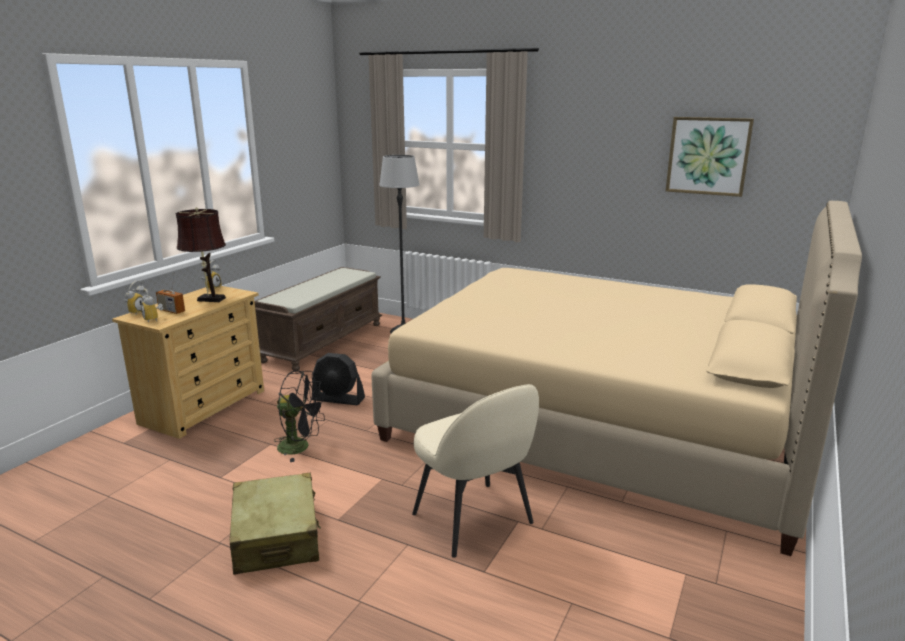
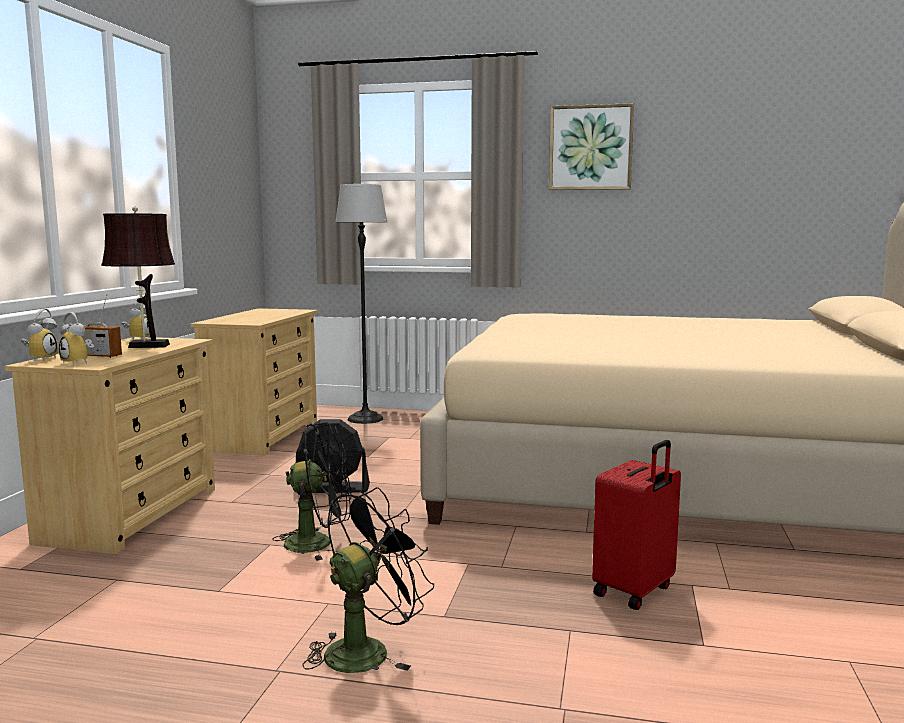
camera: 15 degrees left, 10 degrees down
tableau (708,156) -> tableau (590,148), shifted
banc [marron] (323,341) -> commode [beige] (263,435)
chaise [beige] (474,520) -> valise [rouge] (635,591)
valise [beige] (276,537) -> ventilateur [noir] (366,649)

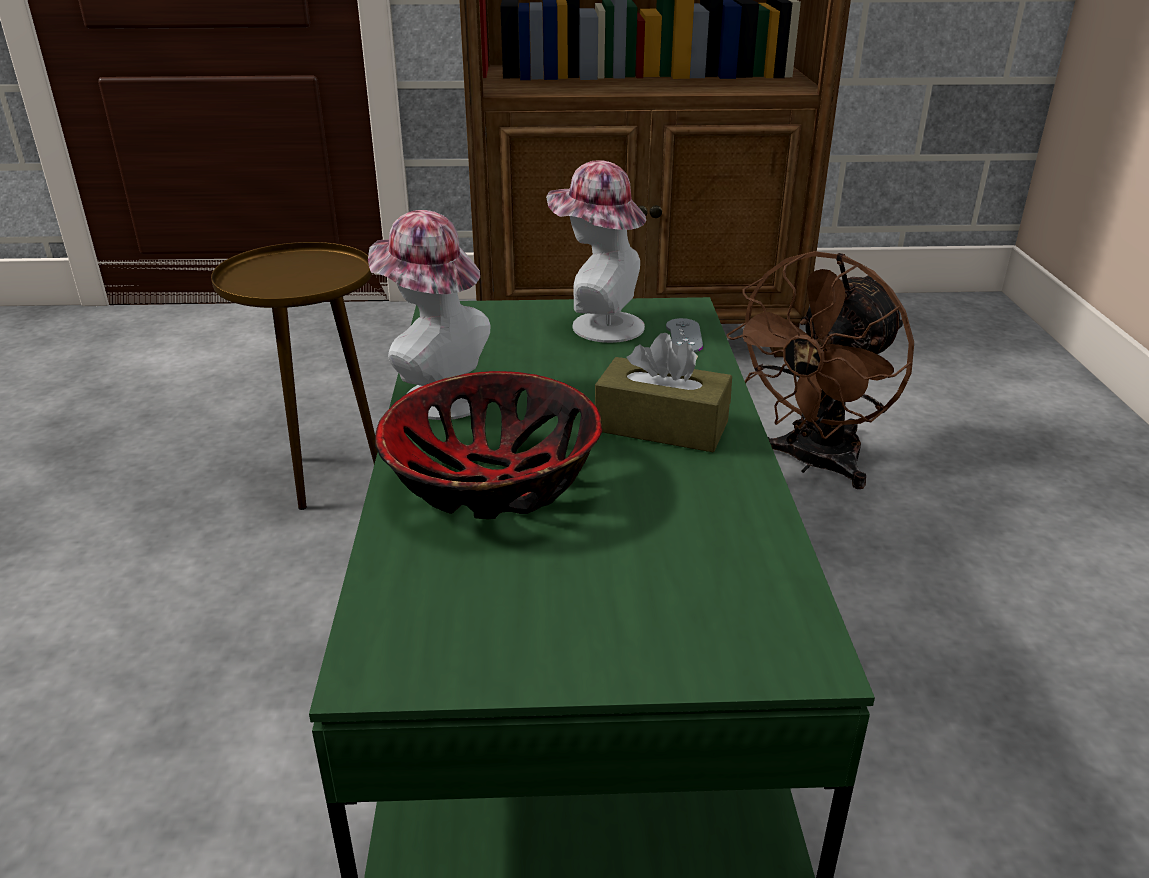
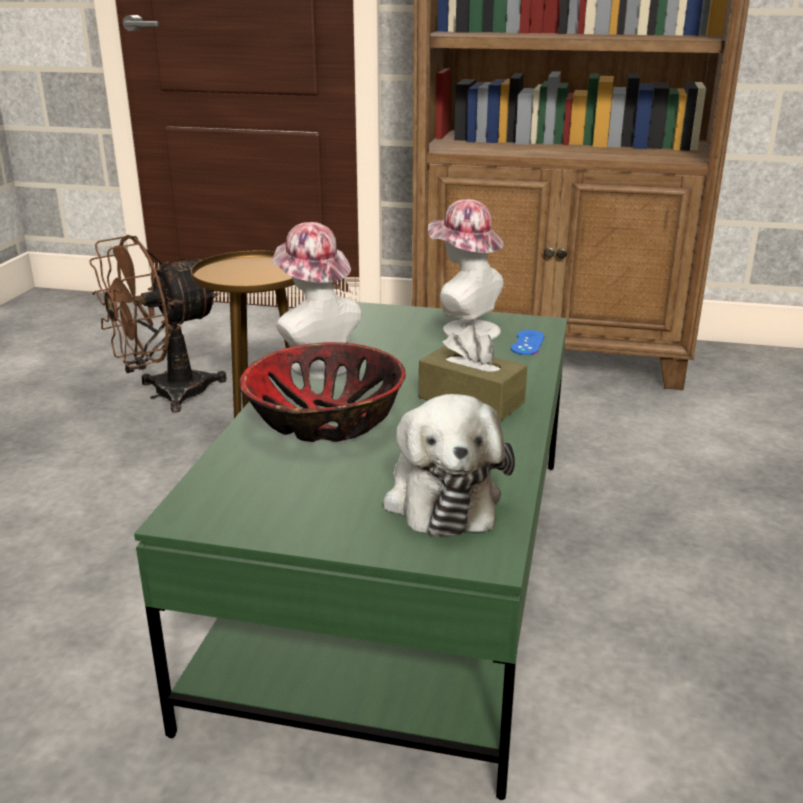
camera: 15 degrees right, 5 degrees down
ventilateur [marron] (813,463) -> ventilateur [marron] (166,395), shifted
manette [gris] (684,336) -> manette [bleu] (527,343)
none -> peluche (441,497)

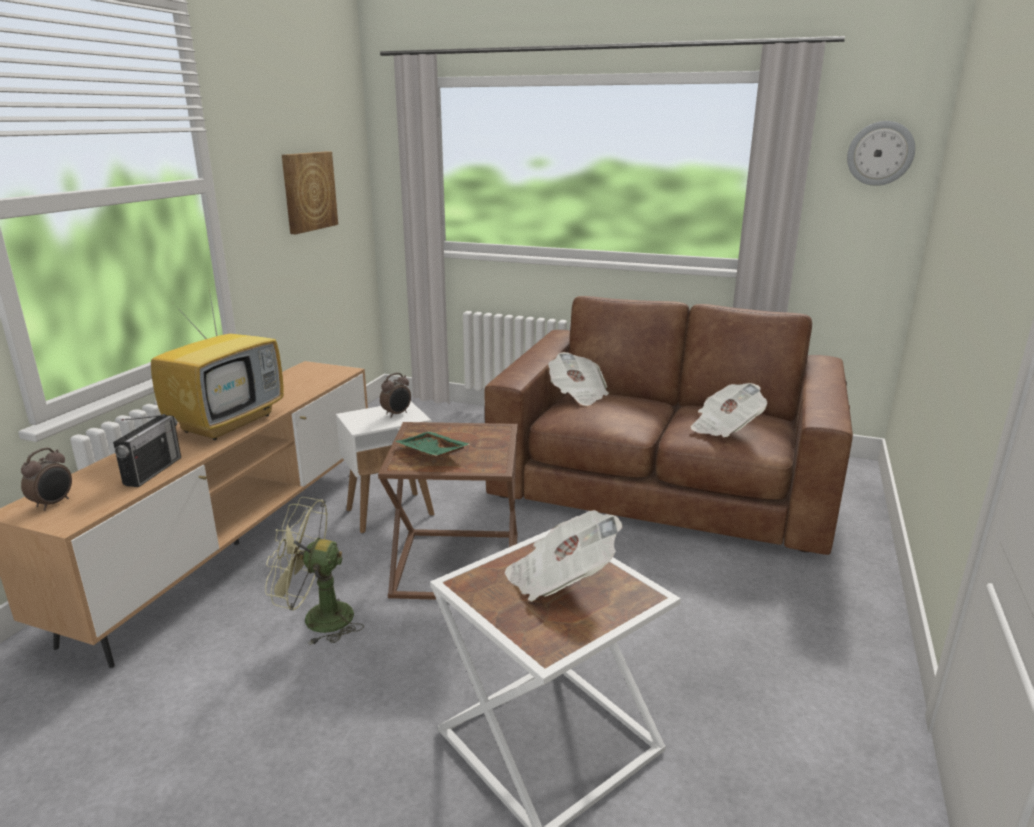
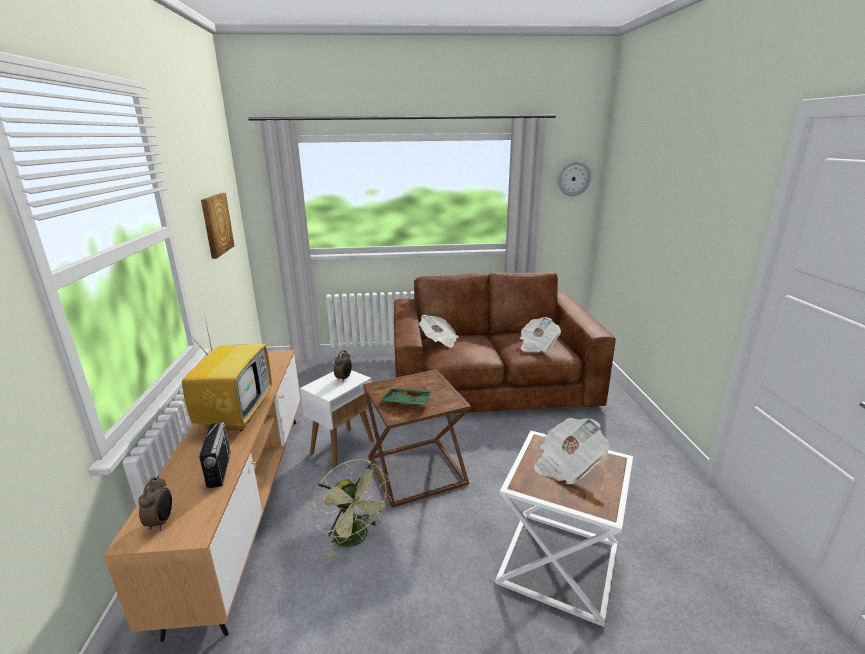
camera: 25 degrees left, 0 degrees up
ventilateur [vert] (317,619) -> ventilateur [vert] (355,539), 105 degrees counterclockwise

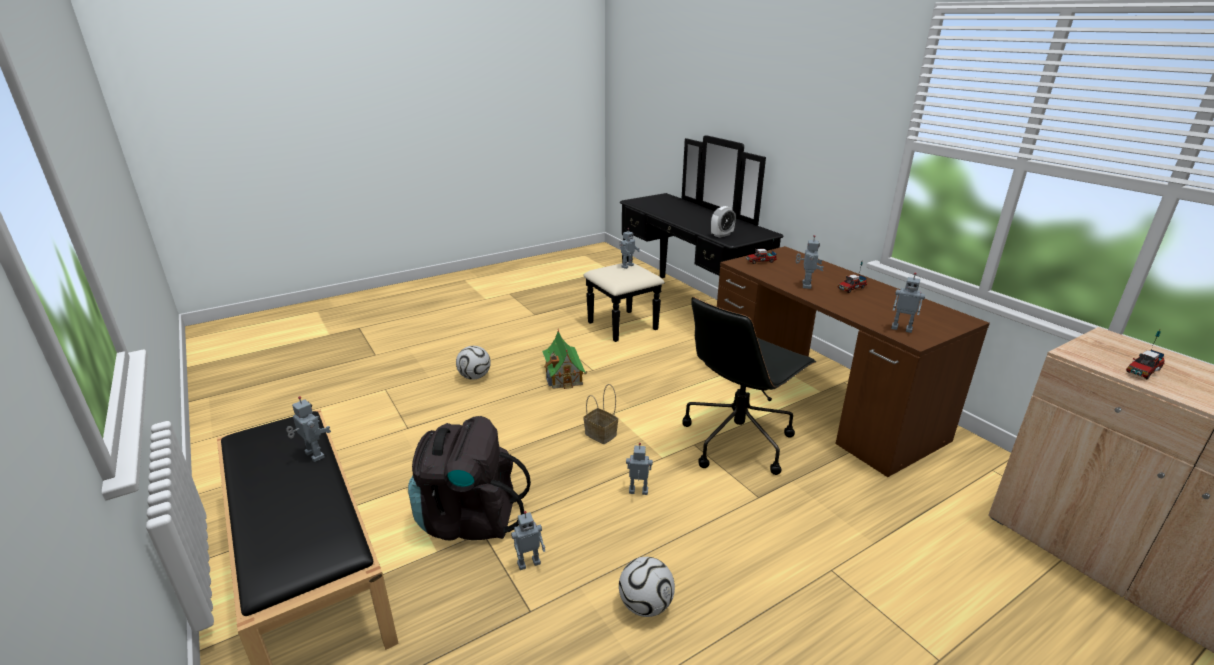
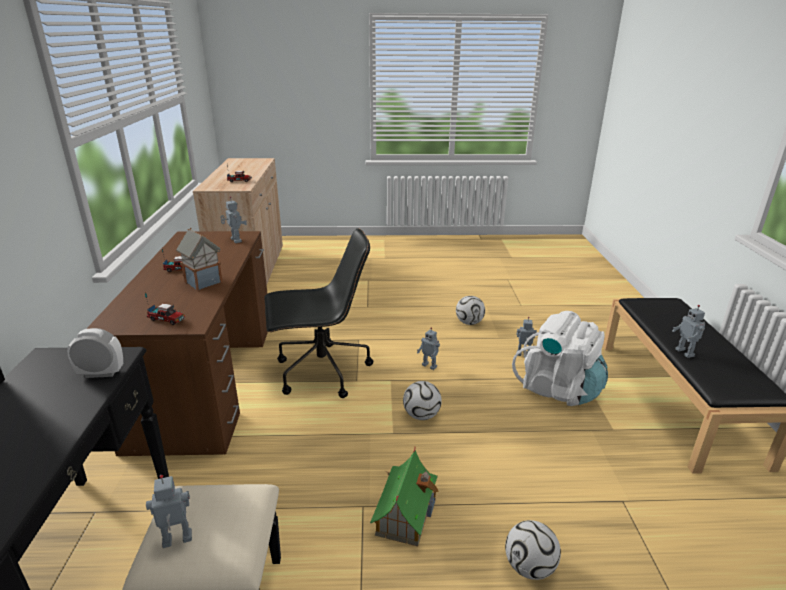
camera: 150 degrees left, 0 degrees up
robot jouet (805,285) -> maison miniature (204,282)
panier (602,434) -> ballon de foot (421,415)
sac à dos [noir] (469,519) -> sac à dos [blanc] (558,389)

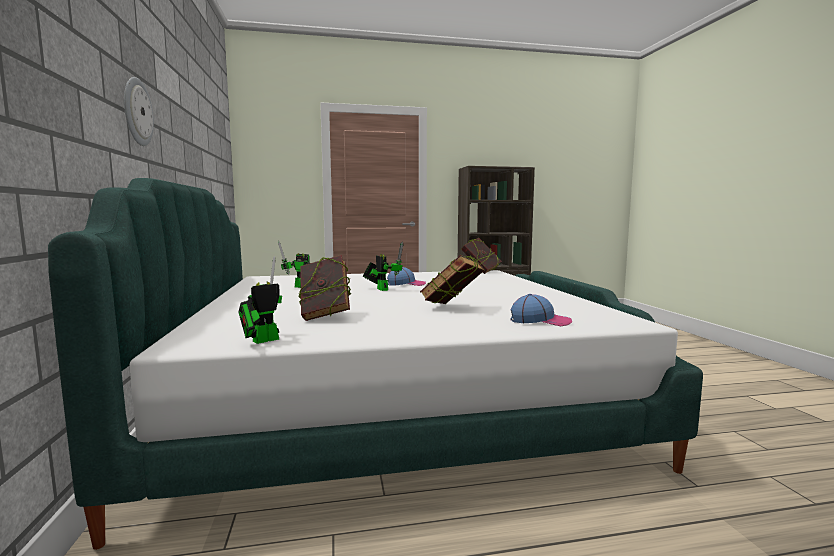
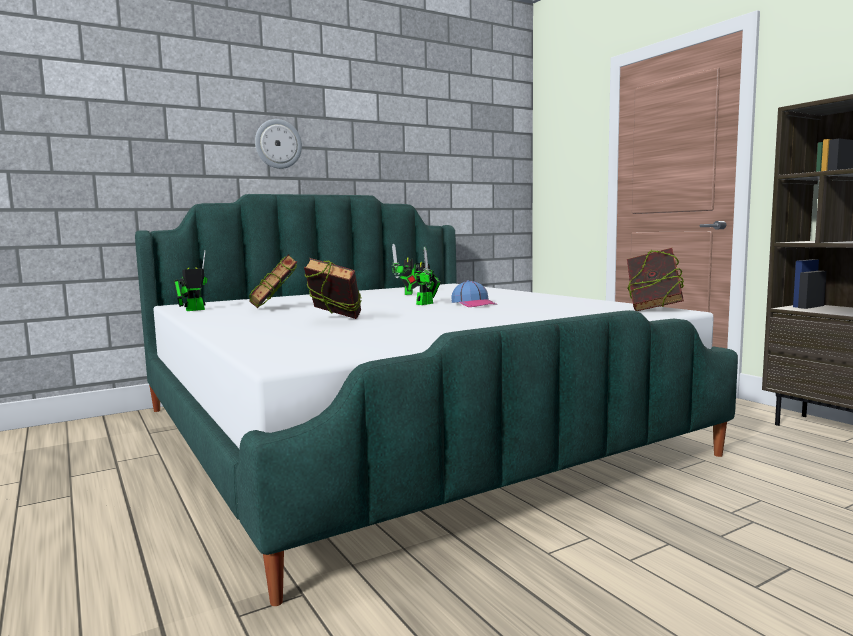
camera: 70 degrees right, 0 degrees up
robot jouet (261,341) -> robot jouet (192,310), 60 degrees counterclockwise
casquette (540,321) -> none

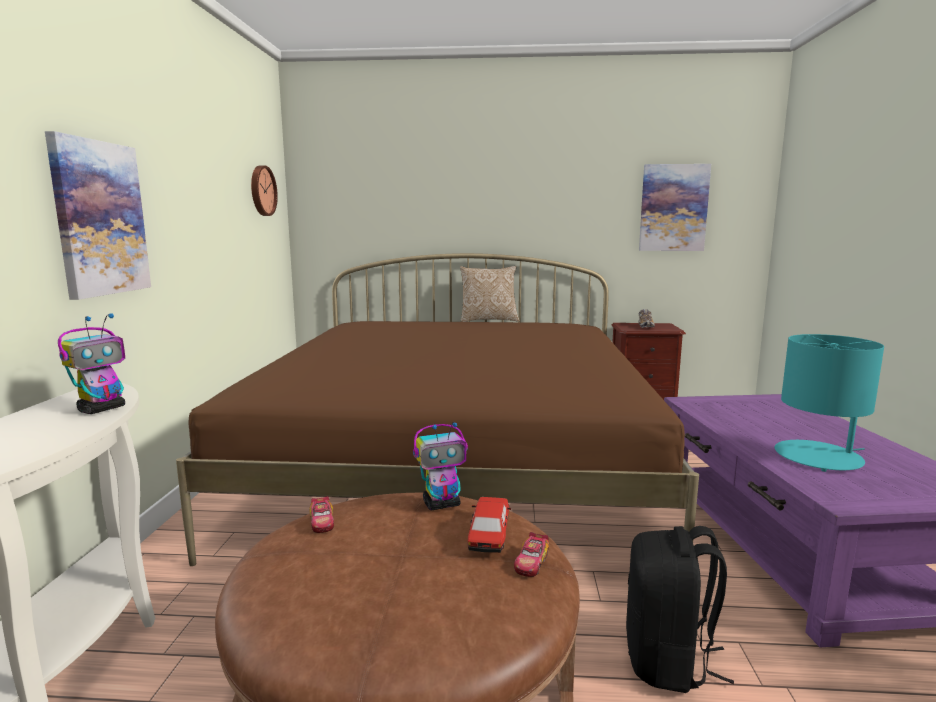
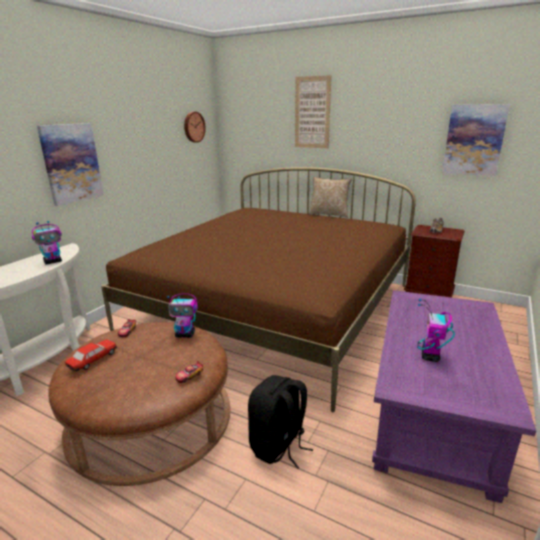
camera: 25 degrees right, 10 degrees up
lampe de table [turquoise] (819,457) -> robot jouet (430,356)
petite voiture (489,534) -> petite voiture (93,360), shifted
none -> tableau (312,112)

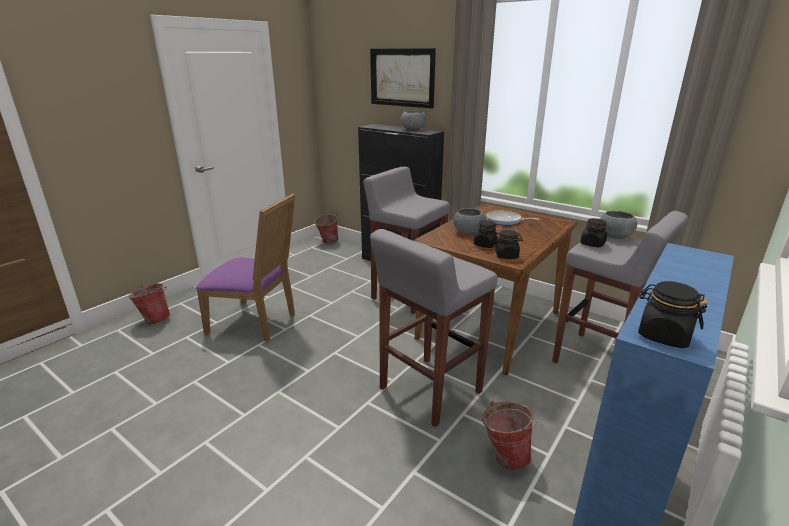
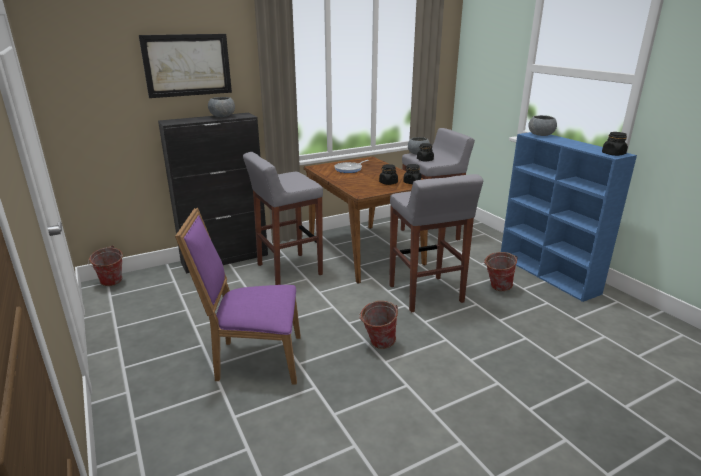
camera: 65 degrees left, 0 degrees up
chaise [violet] (257,323) -> chaise [violet] (254,359), 135 degrees counterclockwise
bol [gris] (468,232) -> bol [gris] (540,135), shifted
seau (155,319) -> seau (378,344), shifted

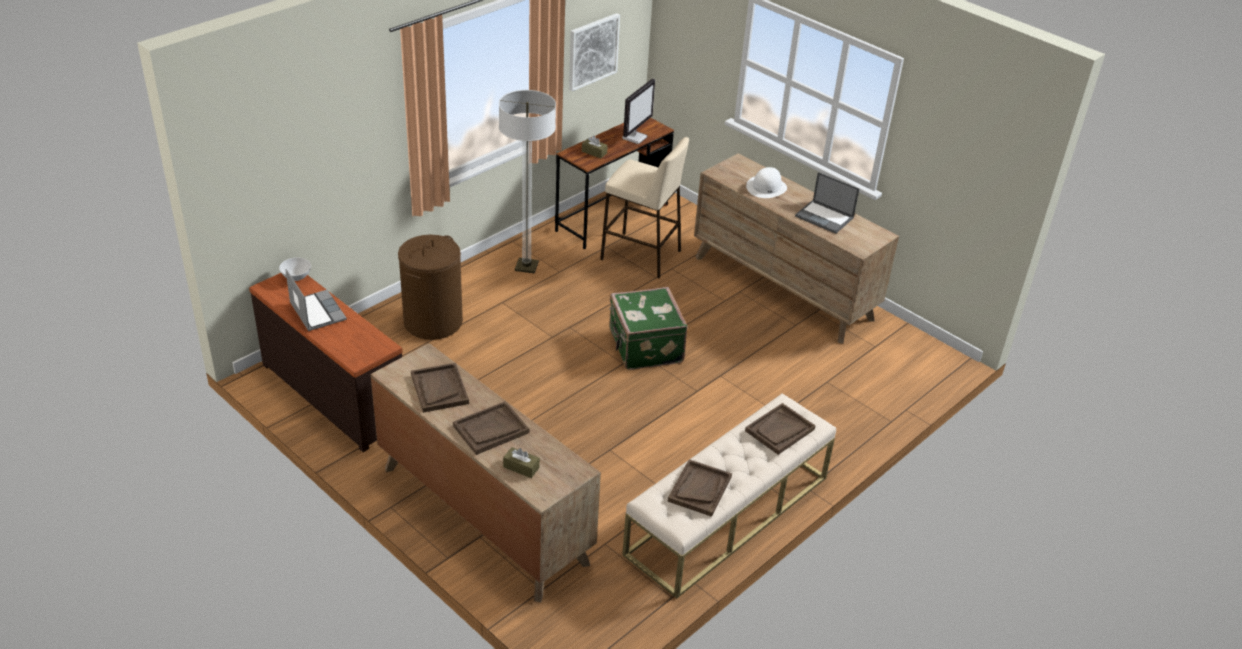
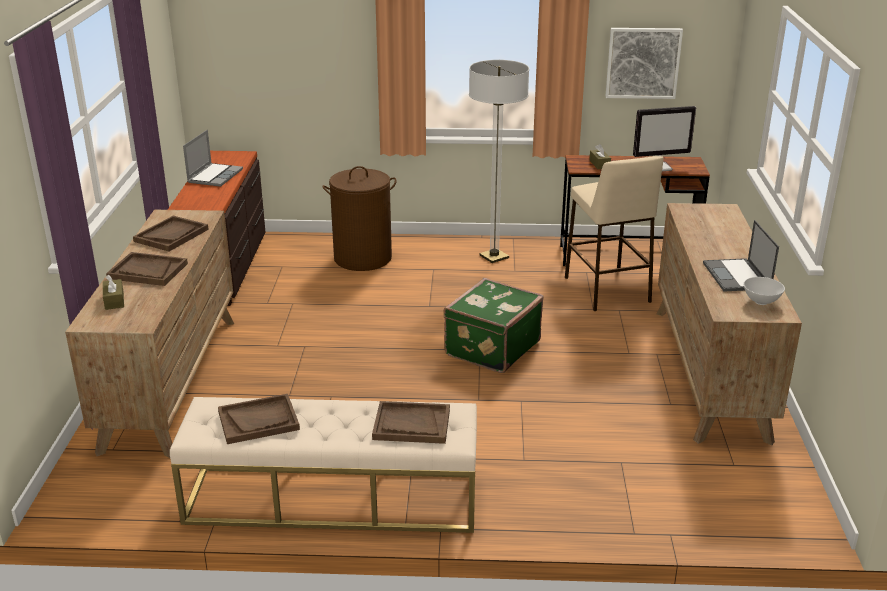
camera: 50 degrees right, 10 degrees down
chapeau [blanc] (766,187) -> none
bol [blanc] (297,278) -> bol [blanc] (761,302), shifted

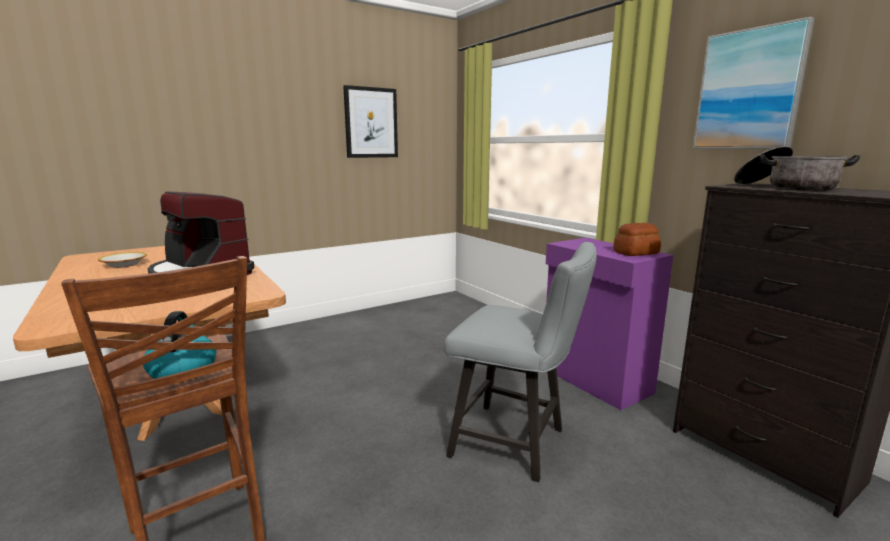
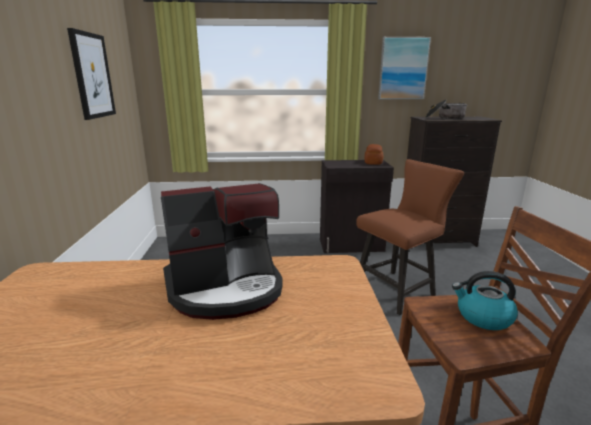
camera: 60 degrees left, 5 degrees up
meuble de rangement [violet] (595,381) -> meuble de rangement [noir] (352,245)
chaise [gris] (516,444) -> chaise [marron] (398,289)
bol (124,265) -> none

